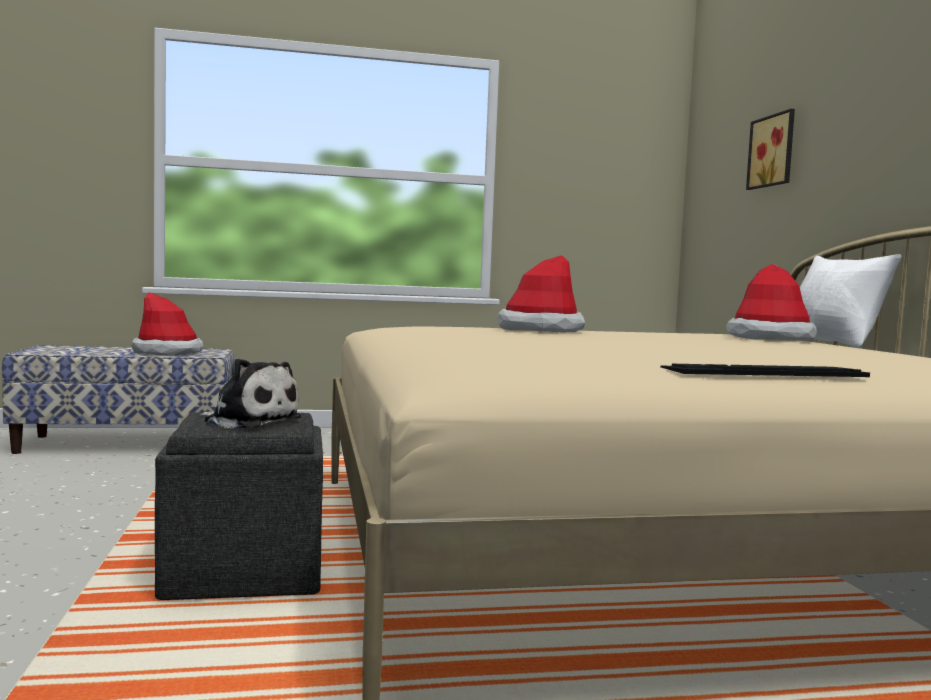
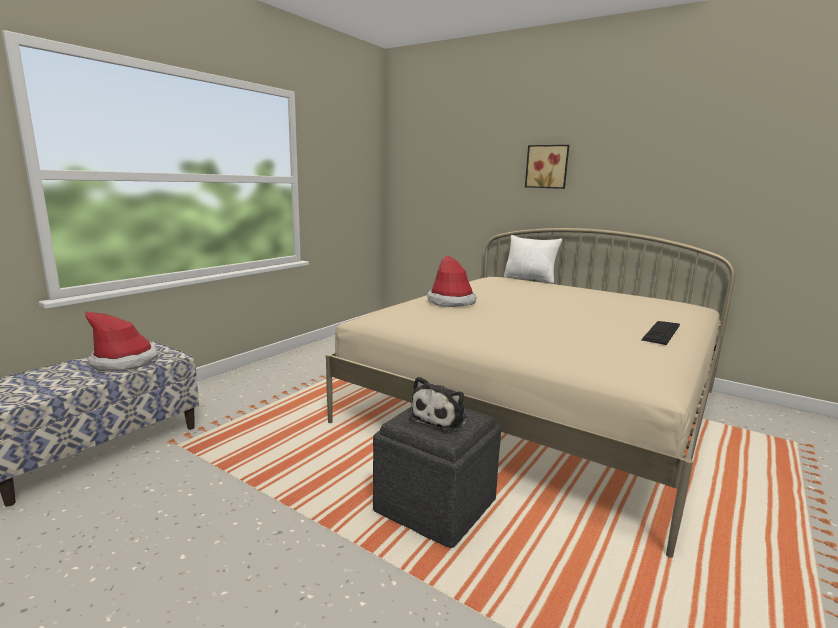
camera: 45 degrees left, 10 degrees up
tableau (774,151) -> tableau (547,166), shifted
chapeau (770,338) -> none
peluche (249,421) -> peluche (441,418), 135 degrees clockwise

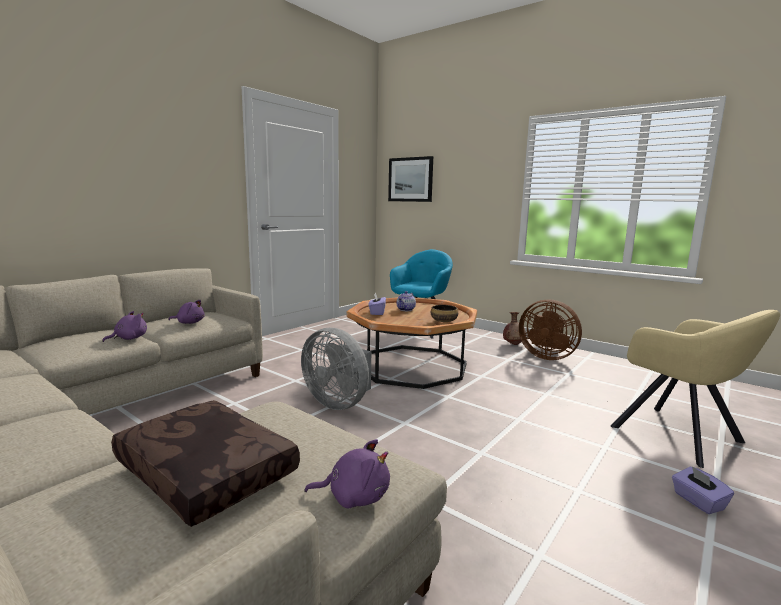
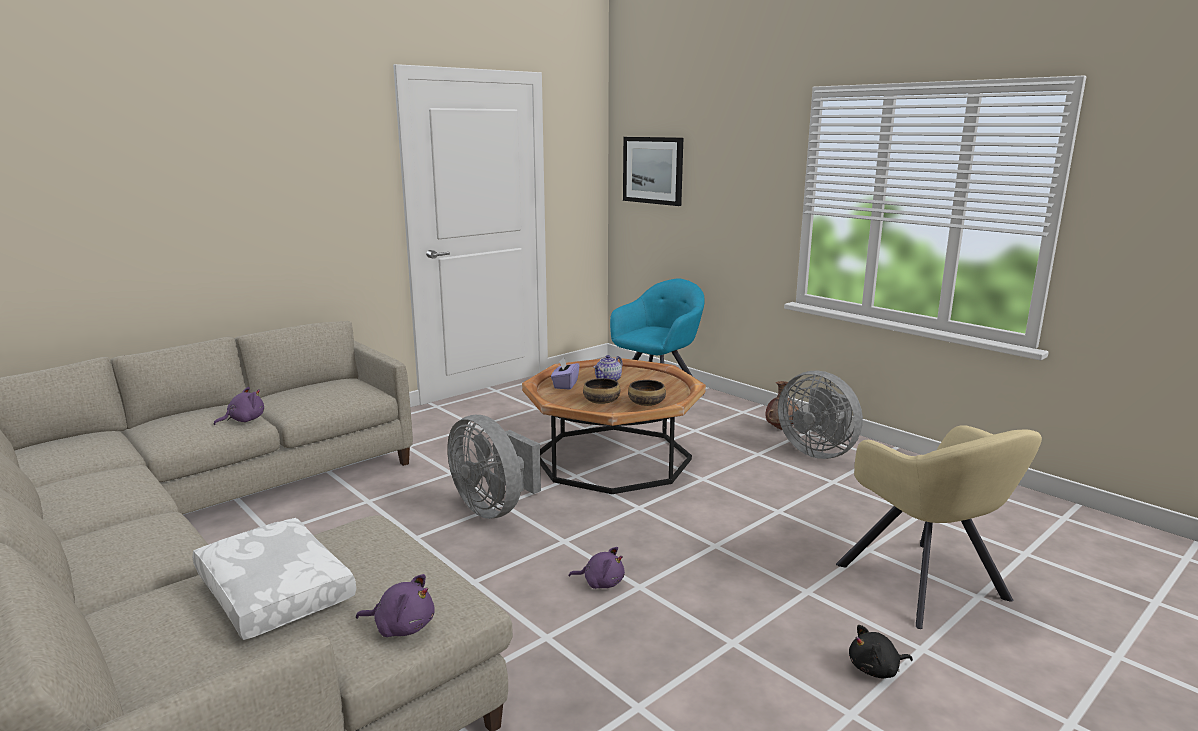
camera: 10 degrees right, 5 degrees up
peluche [violet] (189,323) -> peluche [violet] (601,583), shifted
ventilateur [marron] (546,356) -> ventilateur [gris] (818,451)
coussin [marron] (202,473) -> coussin [blanc] (271,592)
boîte à mouchoirs [violet] (698,501) -> peluche [noir] (876,669)
none -> bol (602,401)

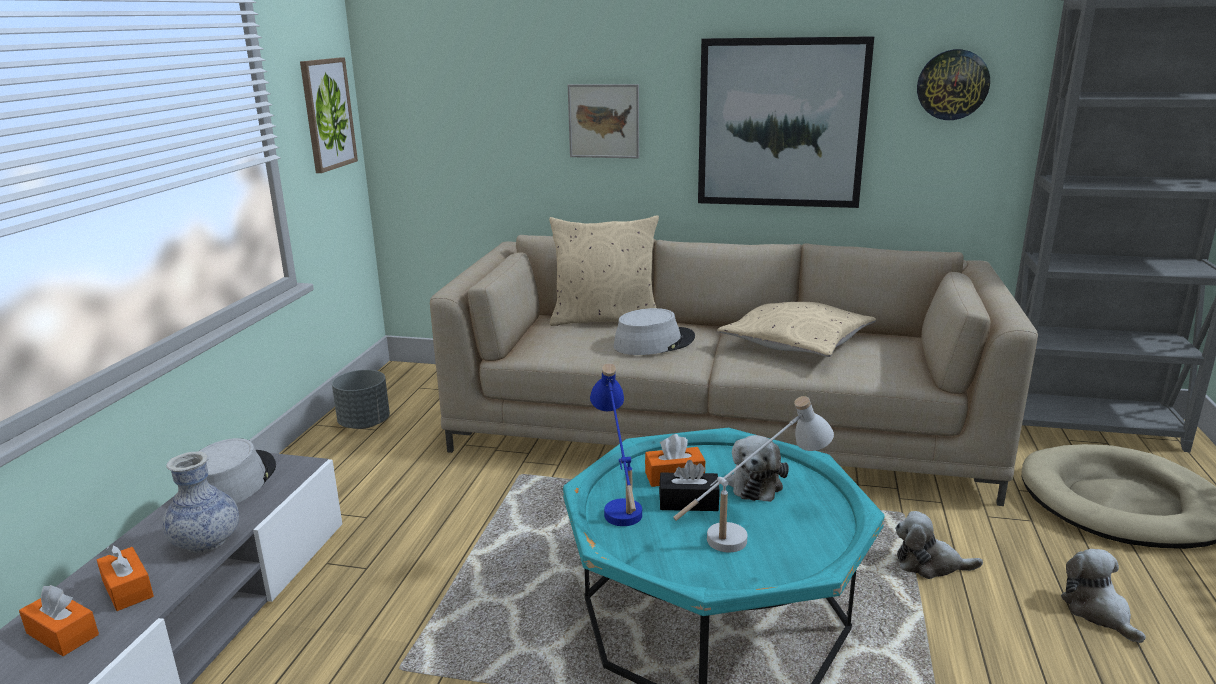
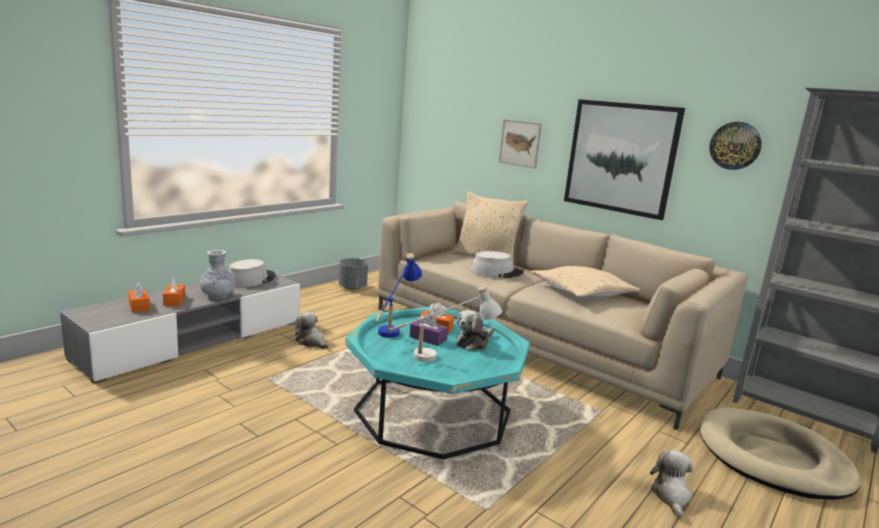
camera: 25 degrees right, 5 degrees down
tableau (327,114) -> none
boîte à mouchoirs [noir] (688,502) -> boîte à mouchoirs [violet] (427,338)
peluche (929,564) -> peluche (311,342), shifted

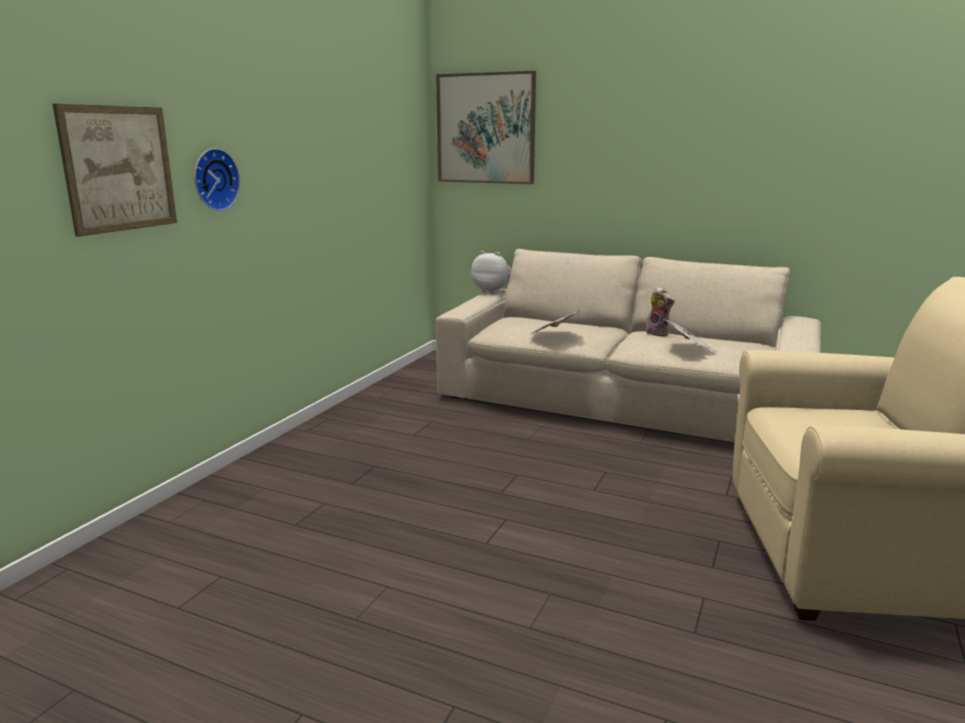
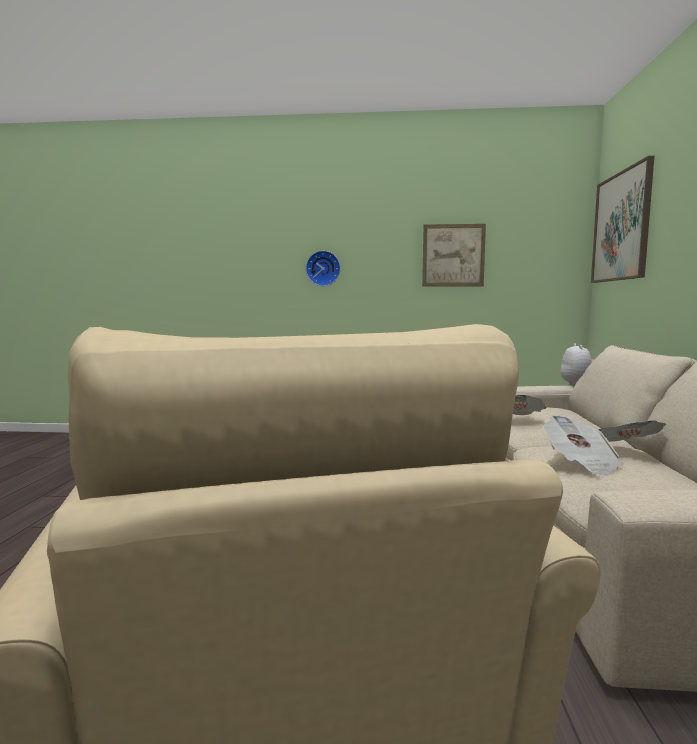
camera: 70 degrees right, 10 degrees down
tableau (119,169) -> tableau (453,255), shifted
peluche (658,333) -> journal (623,450)

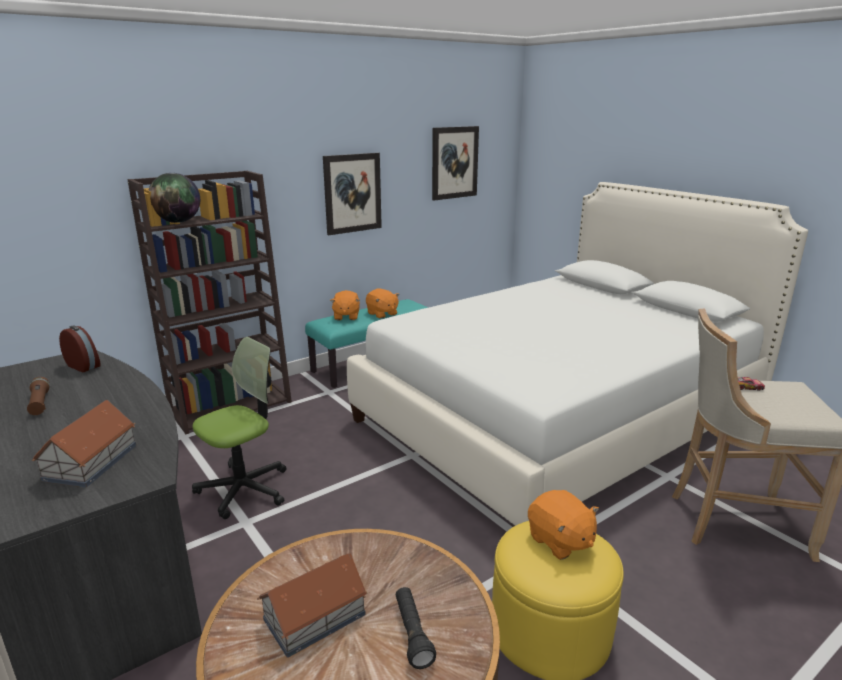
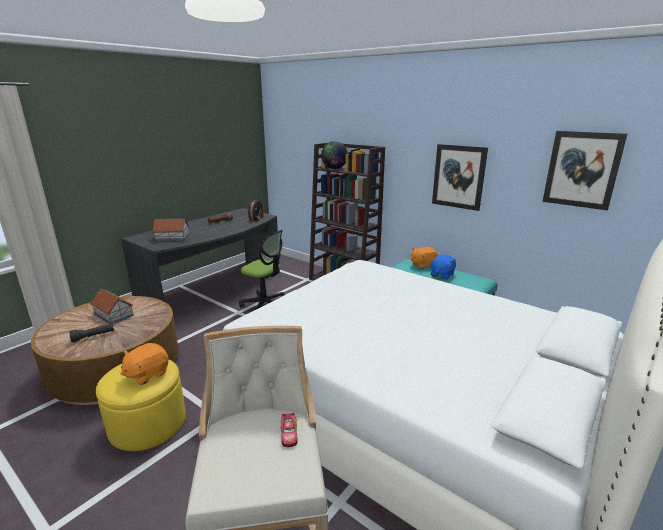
camera: 75 degrees right, 0 degrees up
peluche [orange] (382,314) -> peluche [bleu] (441,275)

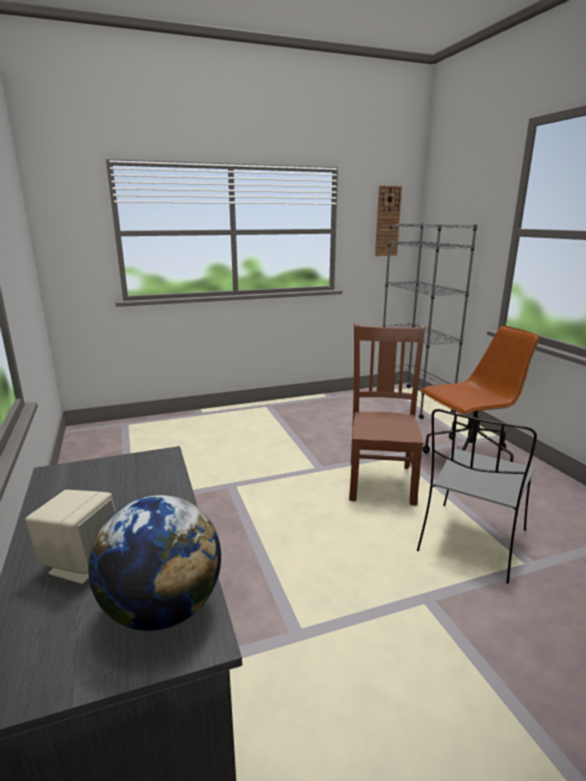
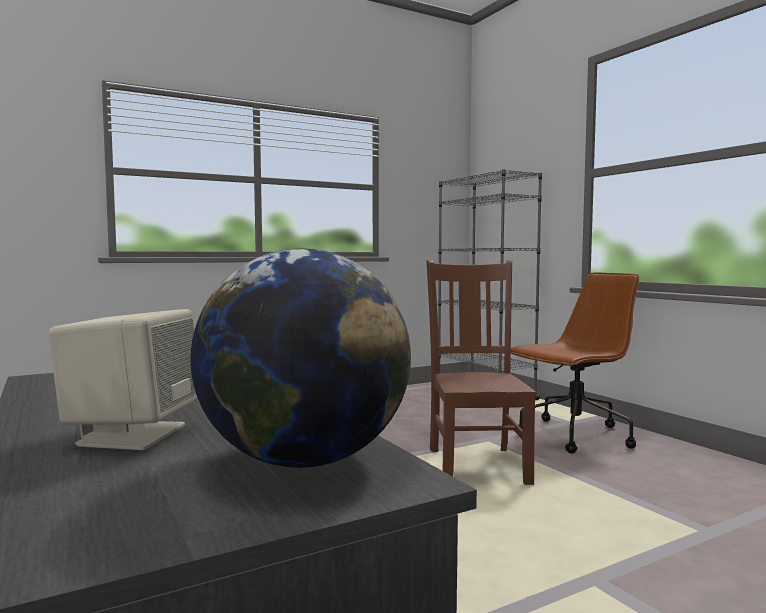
camera: 10 degrees left, 15 degrees down
horloge murale (387,221) -> none
chaise [gris] (471,542) -> none

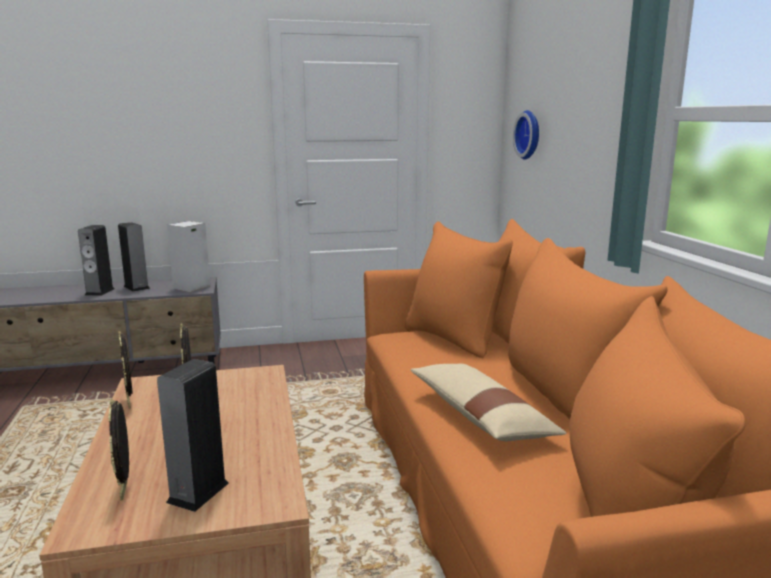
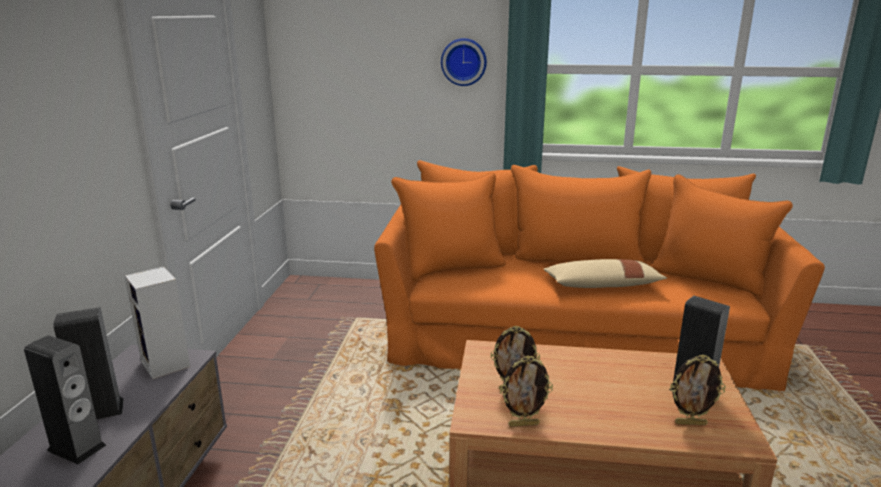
camera: 70 degrees left, 5 degrees up
horloge murale (530,135) -> horloge murale (464,62), shifted

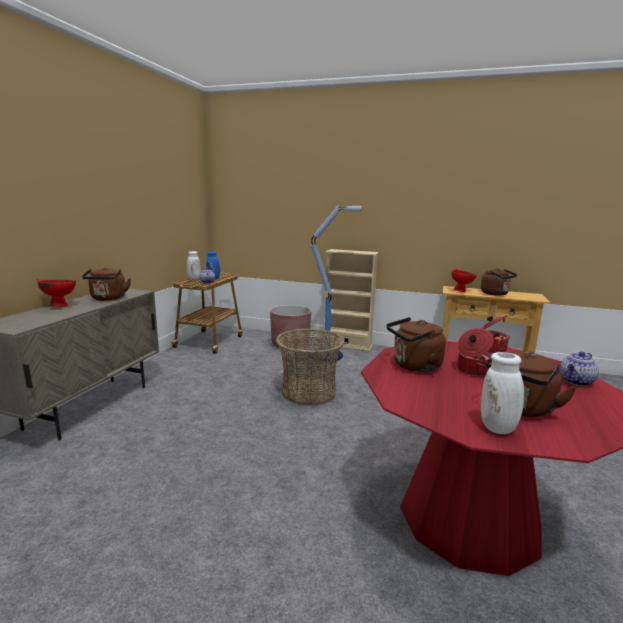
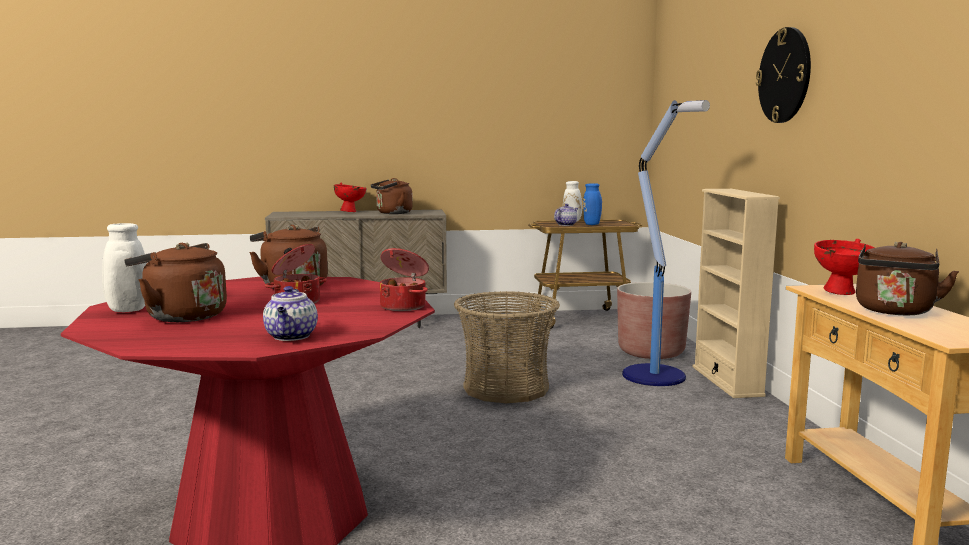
camera: 65 degrees right, 5 degrees down
théière (576,382) -> théière (291,337), 120 degrees counterclockwise
none -> horloge murale (784,75)

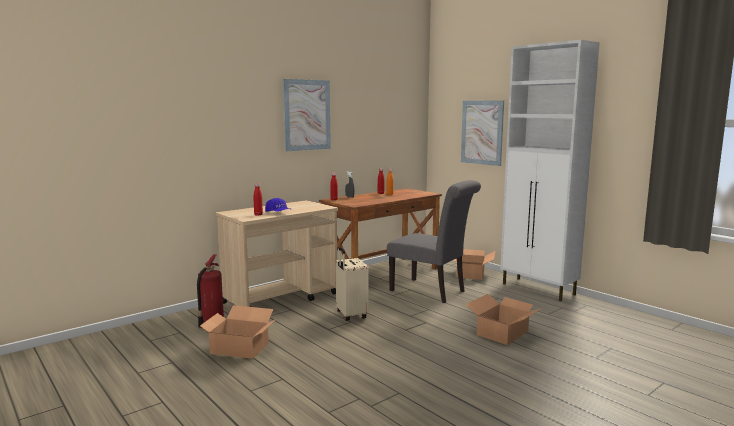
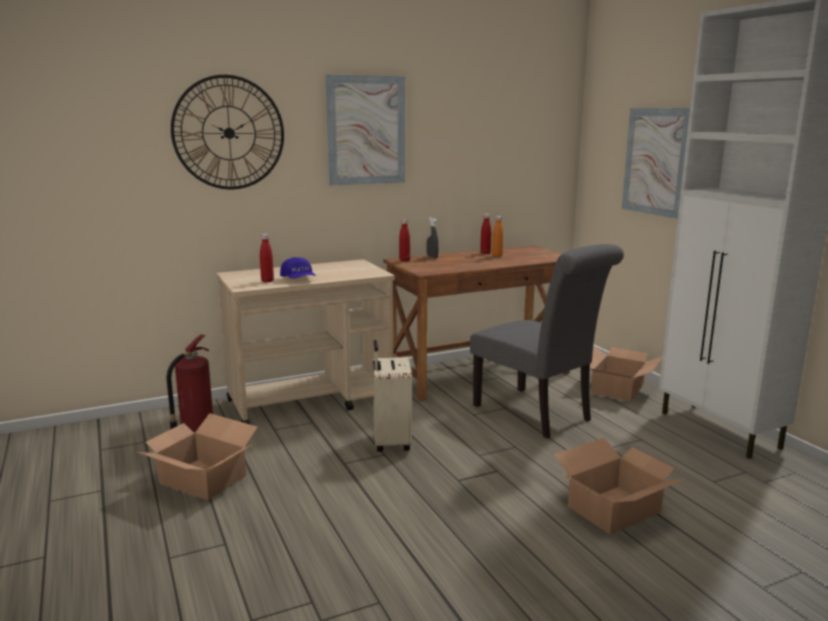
camera: 15 degrees right, 5 degrees up
none -> horloge murale (229,133)

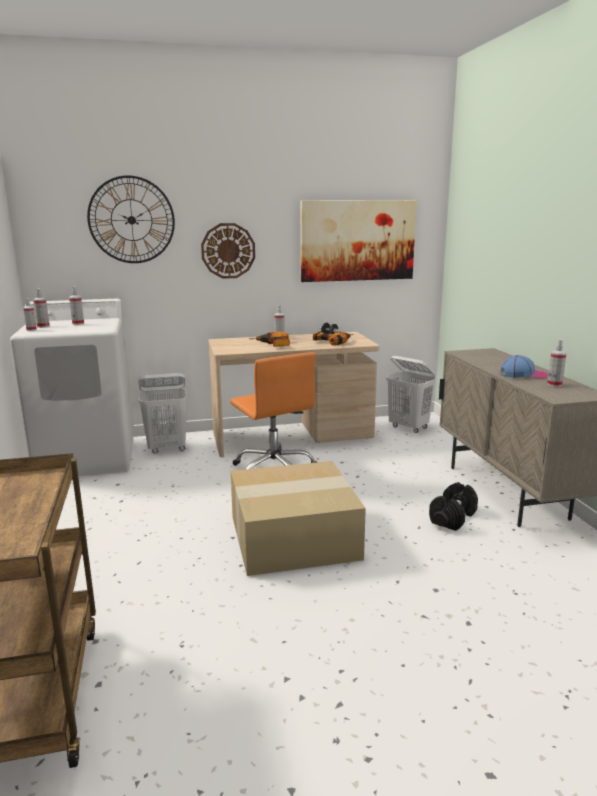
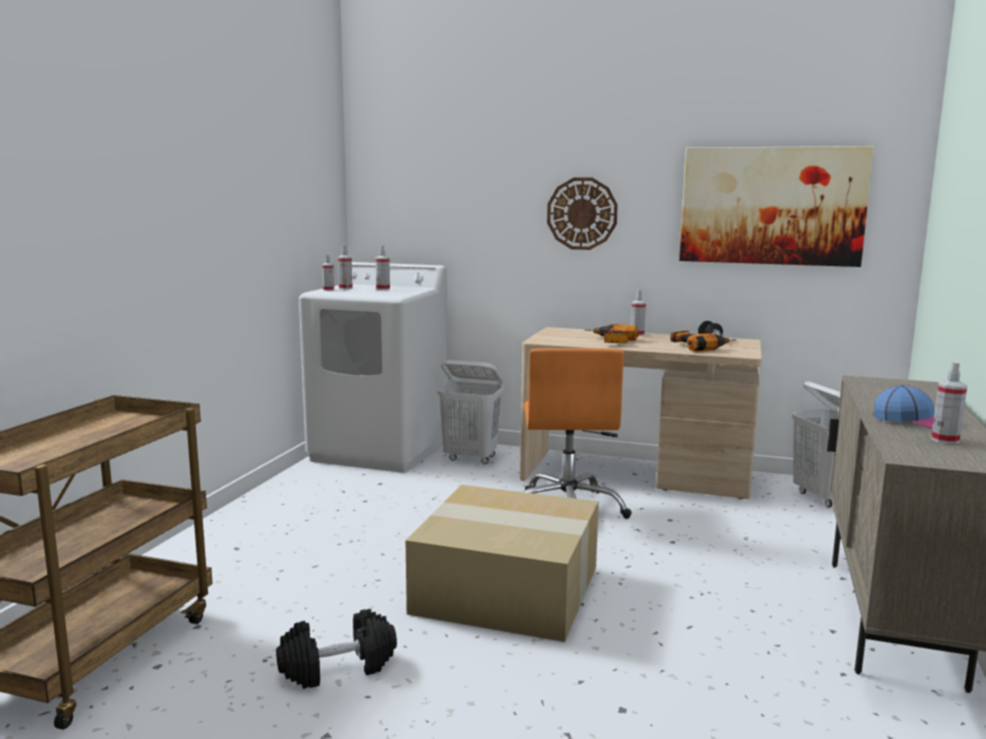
camera: 30 degrees right, 5 degrees down
horloge murale (131,220) -> none
haltère [noir] (452,517) -> haltère [noir] (338,667), shifted

